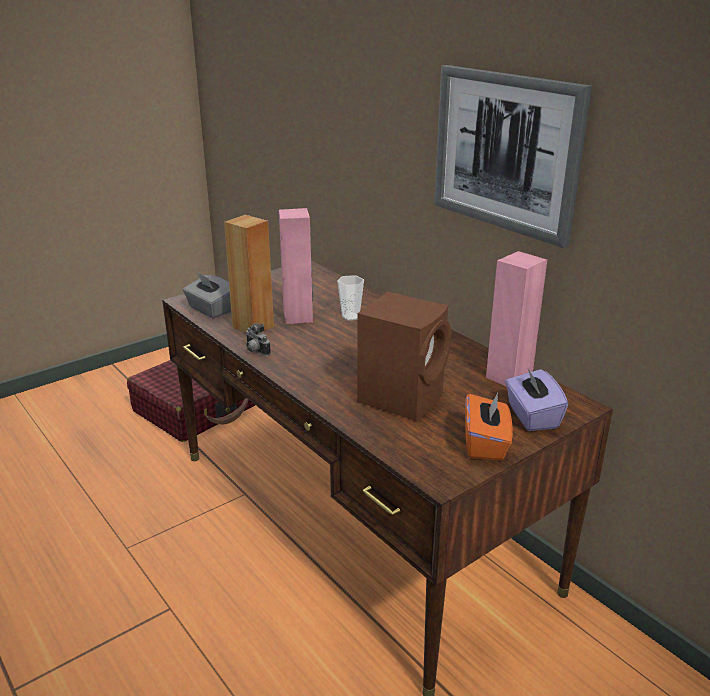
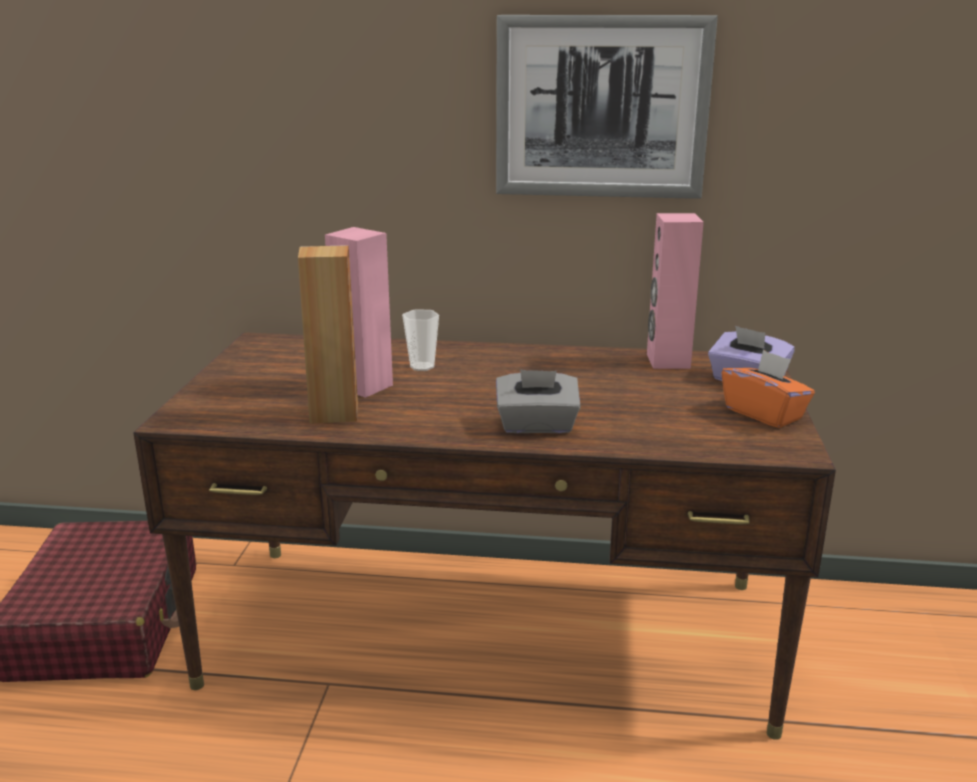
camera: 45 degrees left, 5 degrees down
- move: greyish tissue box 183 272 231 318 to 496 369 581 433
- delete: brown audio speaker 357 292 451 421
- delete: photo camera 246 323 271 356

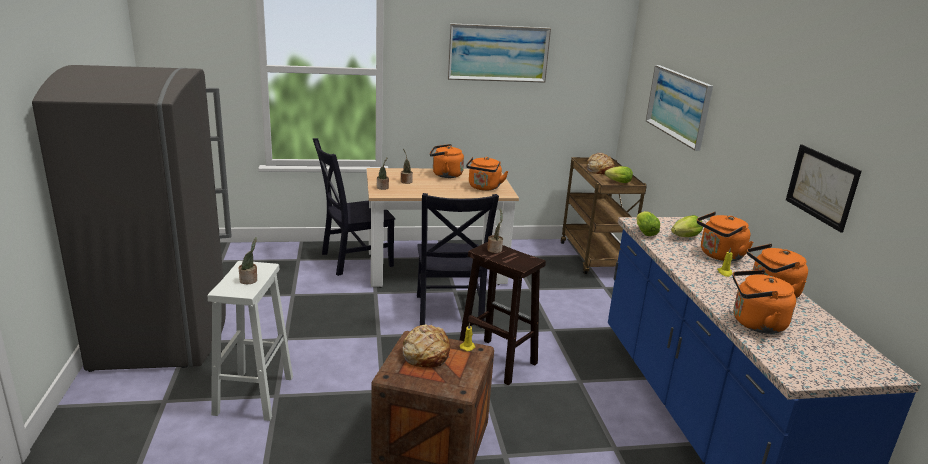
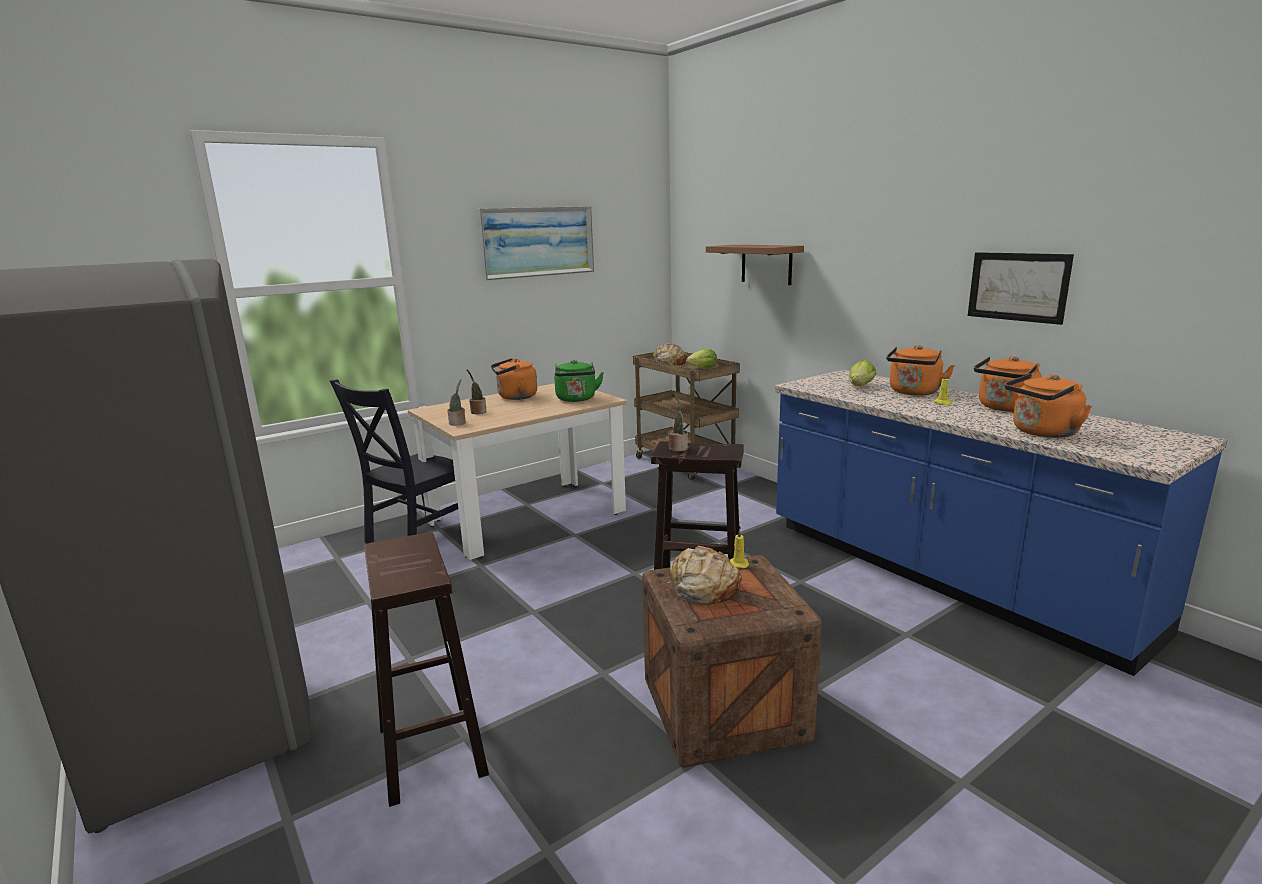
camera: 25 degrees left, 5 degrees down
- replace: picture 646 65 713 151 to shelf 706 245 804 285
- recolor: orange-coloured tea kettle 466 157 508 191 to green tea kettle 554 360 604 402
- delete: black chair 417 193 499 328
- delete: lettuce head 636 211 660 236
- delete: potted plant 238 237 257 284
- recolor: whitish sitting stool 208 261 293 421 to brown sitting stool 364 532 489 807

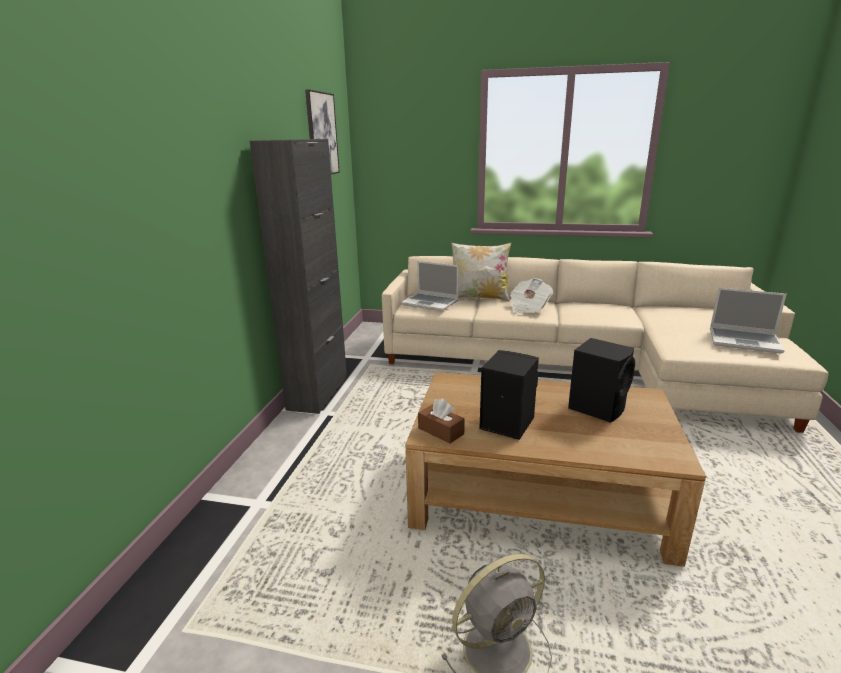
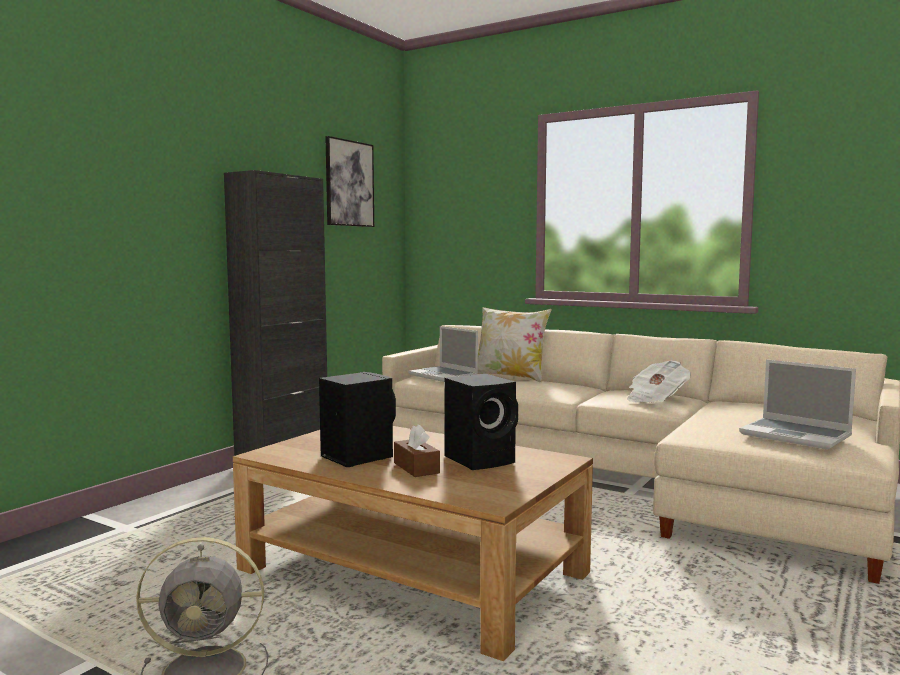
camera: 20 degrees right, 15 degrees down
- move: newspaper 510 278 553 314 to 627 361 691 402
- move: brown tissue box 418 398 465 444 to 394 424 440 477

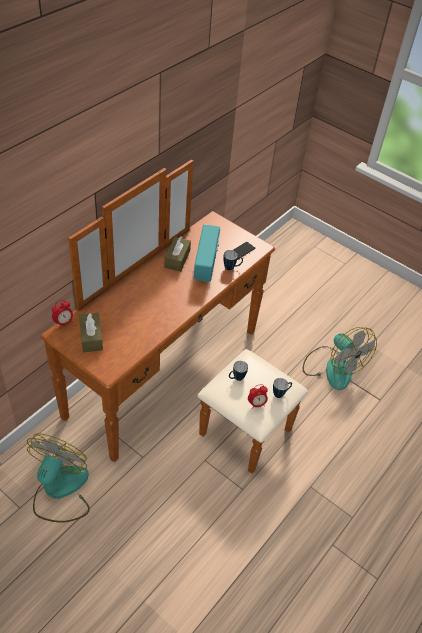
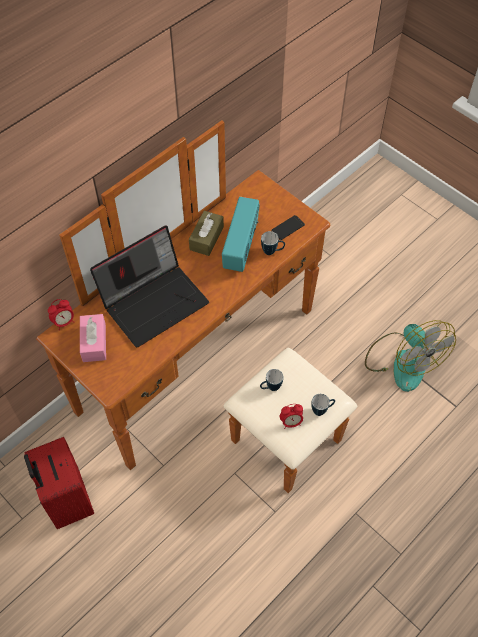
camera: 10 degrees right, 10 degrees up
- recolor: brown tissue box 79 313 103 352 to pink tissue box 80 314 106 362
- replace: fan 27 433 90 523 to red piece of luggage 24 437 94 529
- insert: laptop 90 226 209 347

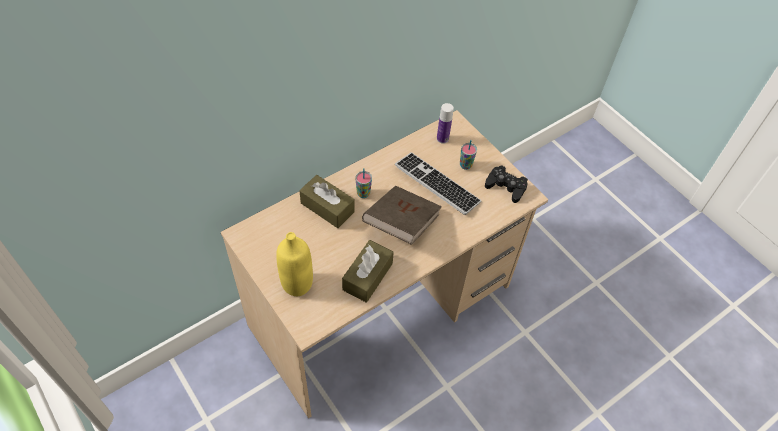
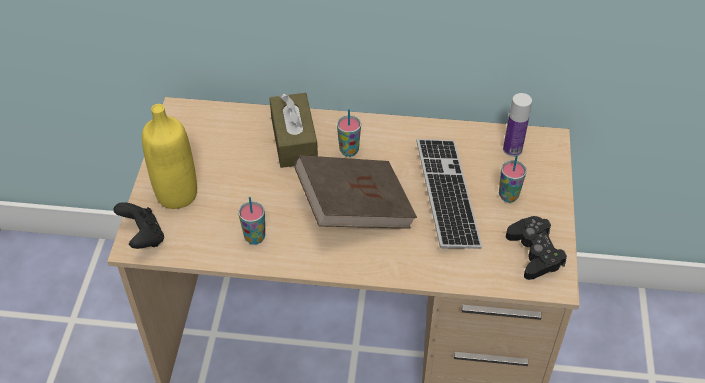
camera: 45 degrees right, 5 degrees down
- replace: brown tissue box 342 240 394 303 to cup 238 197 265 245
- insert: black game controller 114 202 164 249

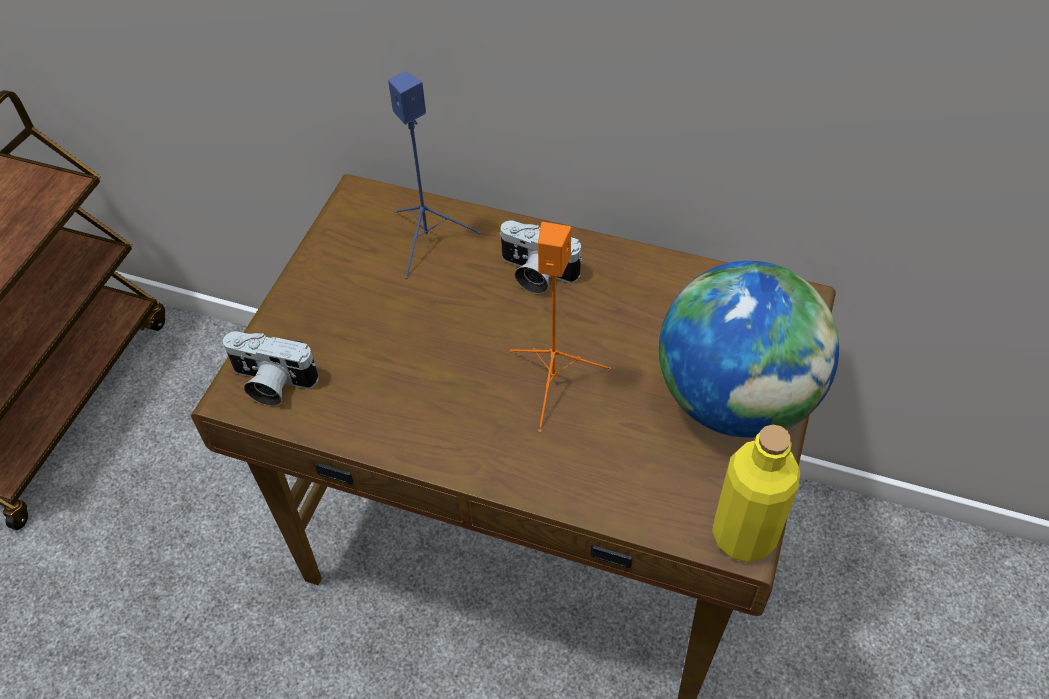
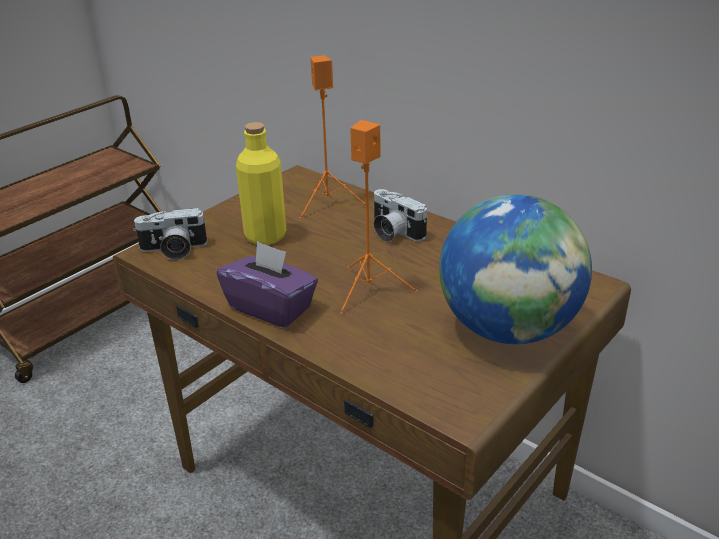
camera: 20 degrees right, 20 degrees down
- recolor: blue-coloured audio speaker 388 71 481 279 to orange-coloured audio speaker 300 55 366 219
- rotate: photo camera 223 331 319 406 = 133 208 208 260 45 degrees counterclockwise
- move: yellow bottle 712 425 800 562 to 236 122 286 245
- insert: purple tissue box 217 241 318 328

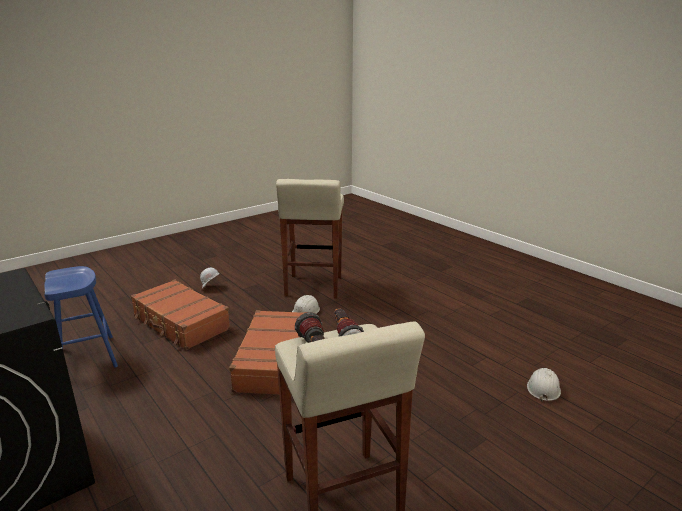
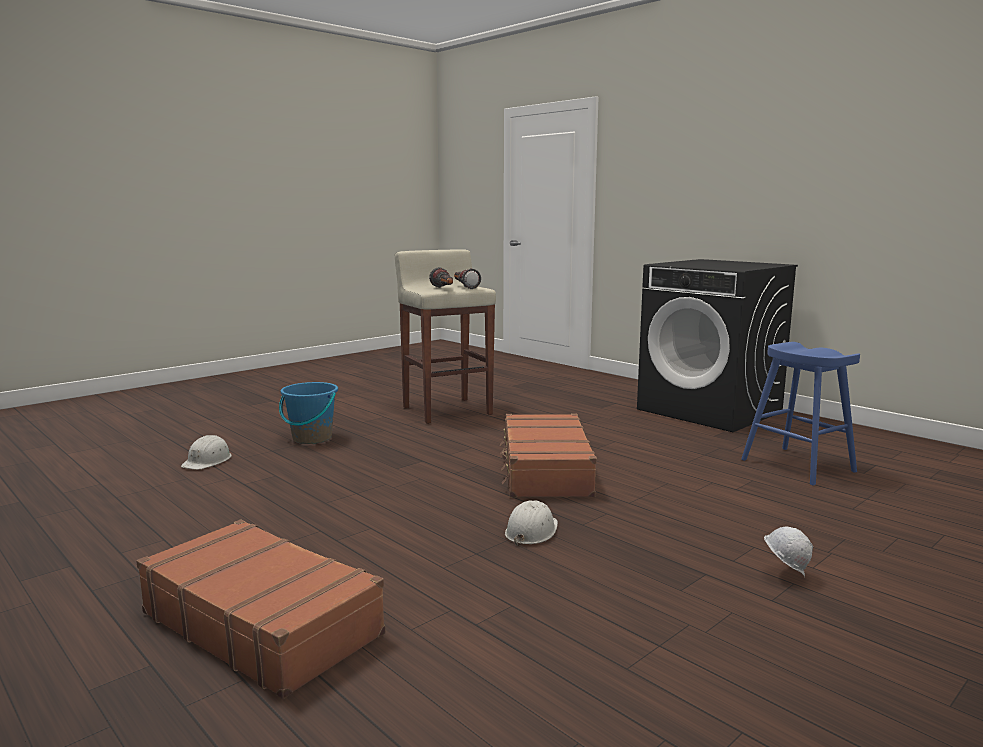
camera: 175 degrees right, 10 degrees down
- delete: beige-coloured sitting stool 276 179 344 298
- move: brown piece of luggage 131 279 230 350 to 136 520 385 699
- insert: blue-coloured bucket 279 382 338 444

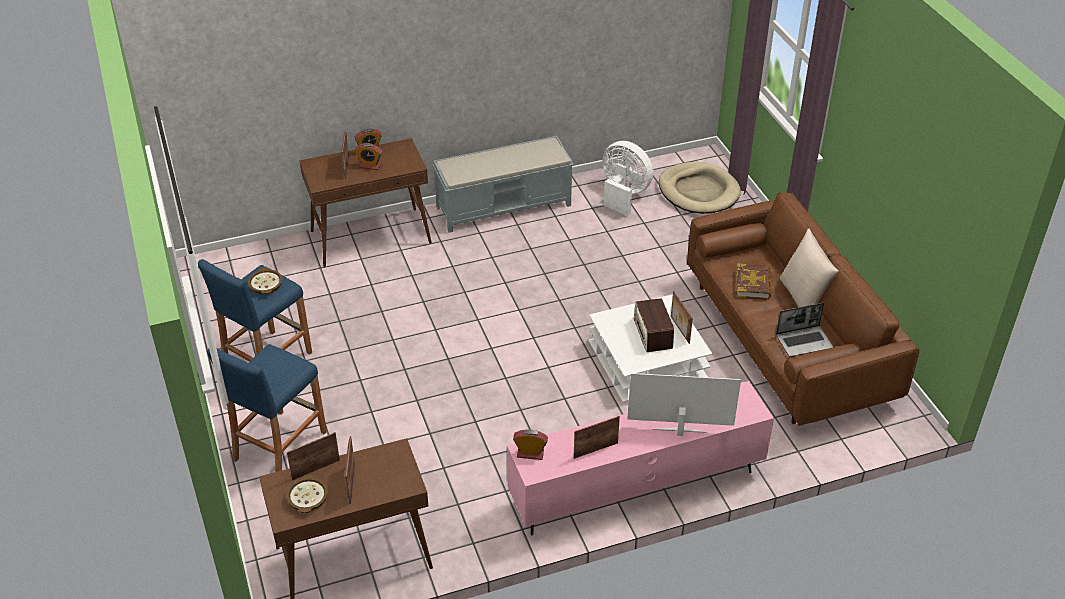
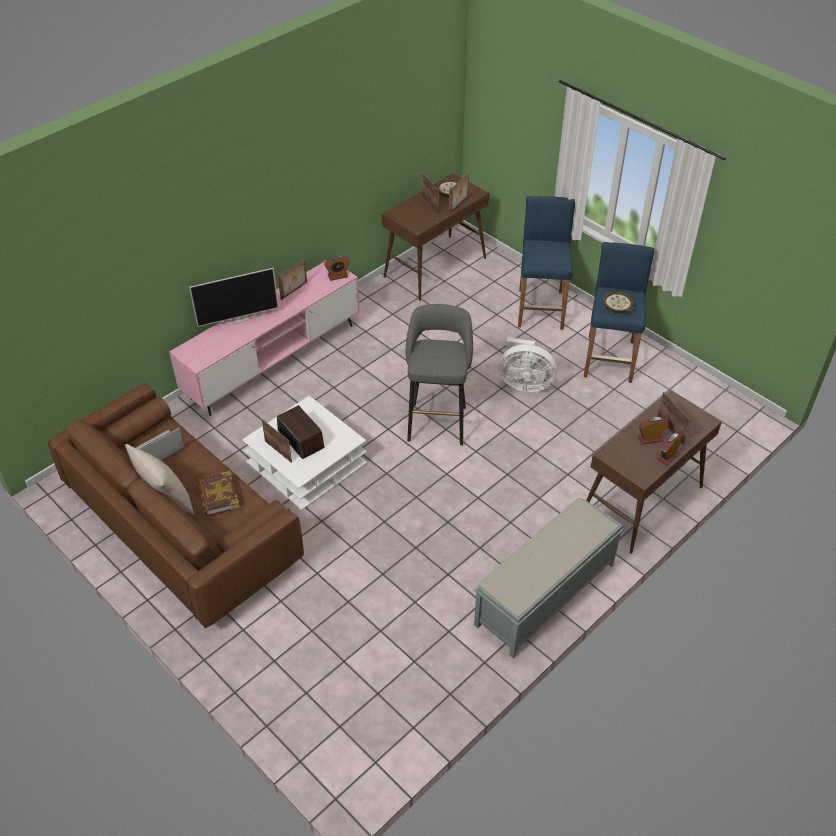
camera: 155 degrees right, 5 degrees up
- move: whitish fan 602 141 654 216 to 499 337 557 392
- delete: beige-coloured pet bed 659 162 741 214
- insert: greyish sitting stool 406 304 473 446

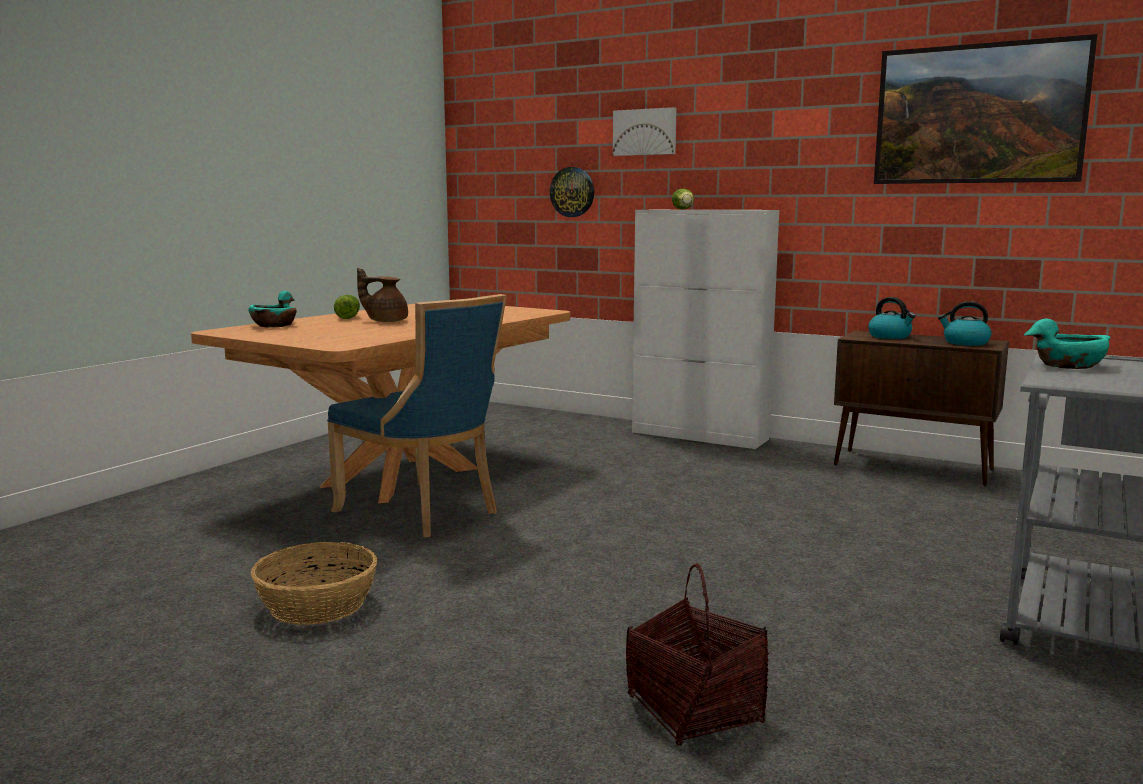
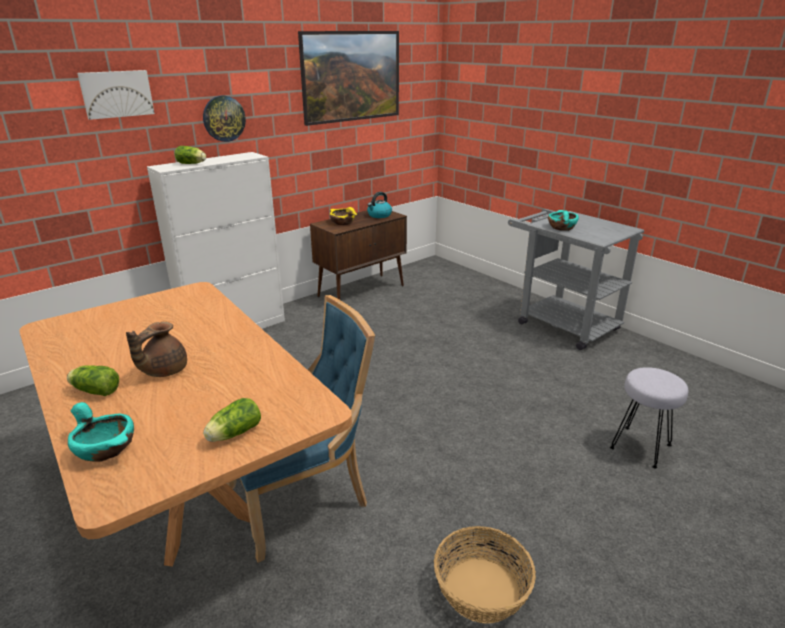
camera: 70 degrees left, 15 degrees up
- move: wall clock 550 167 594 217 to 203 95 246 142
- replace: tea kettle 868 297 916 339 to yellow deep dish 330 207 357 225
- replace: household basket 626 563 769 745 to greyish sitting stool 610 367 688 468
- insert: lettuce head 203 398 261 442

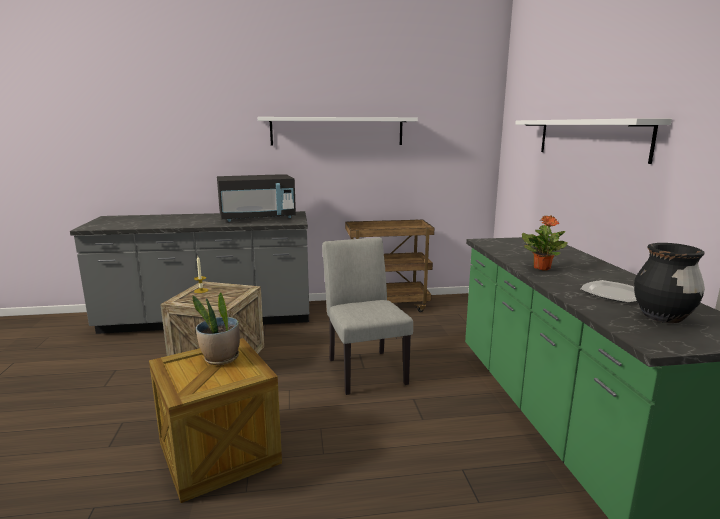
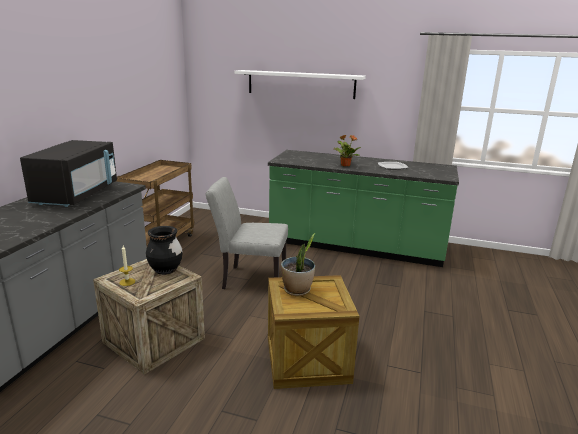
camera: 65 degrees left, 5 degrees up
- delete: whitish shelf 258 117 418 145
- move: black vase 634 243 705 323 to 146 226 183 275

